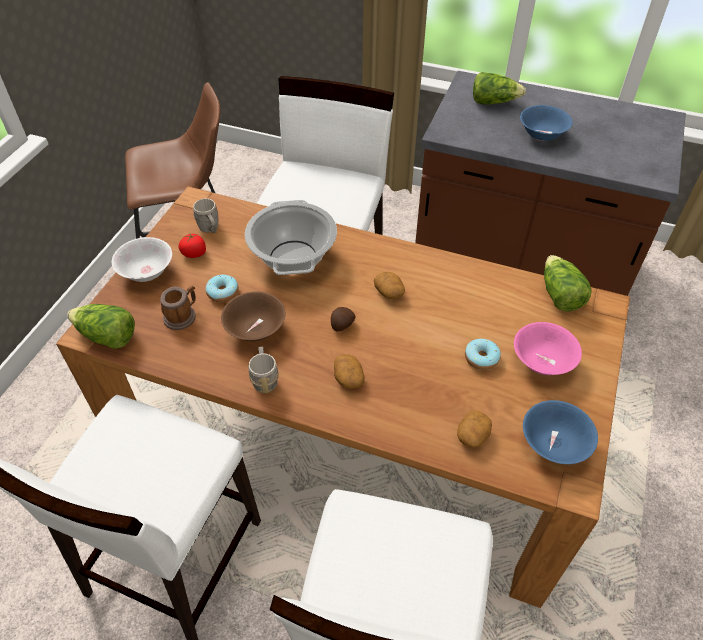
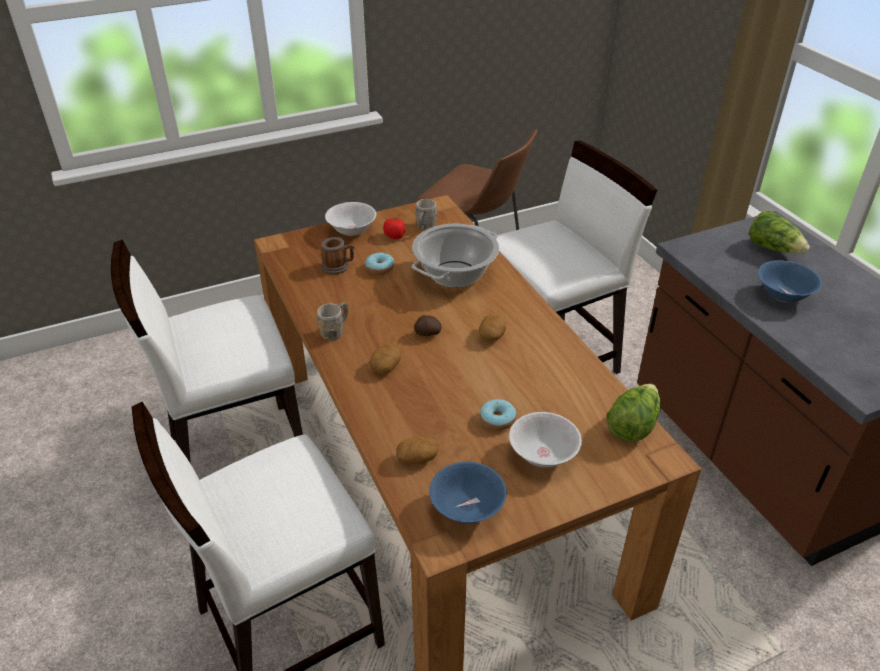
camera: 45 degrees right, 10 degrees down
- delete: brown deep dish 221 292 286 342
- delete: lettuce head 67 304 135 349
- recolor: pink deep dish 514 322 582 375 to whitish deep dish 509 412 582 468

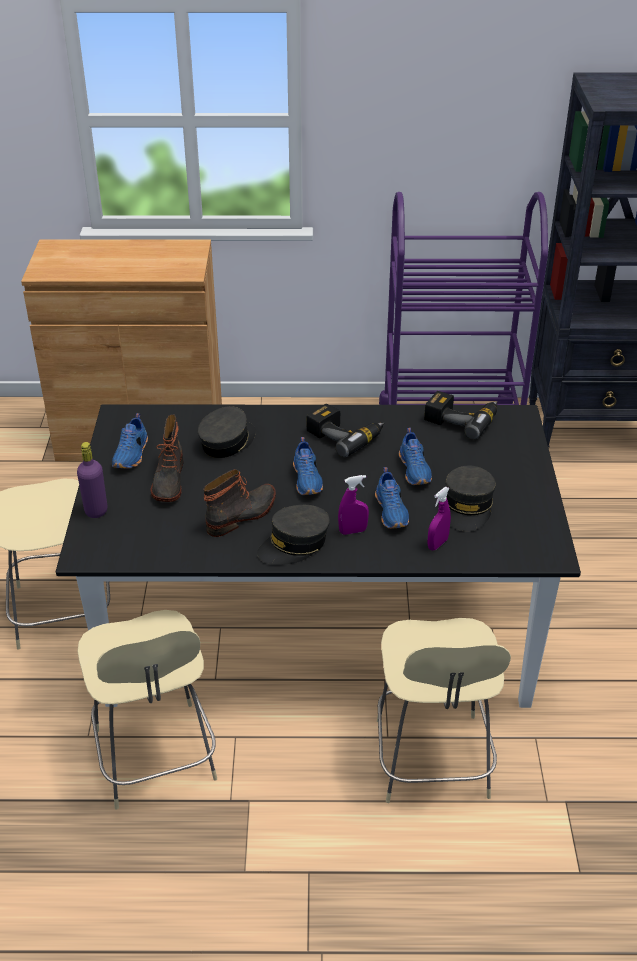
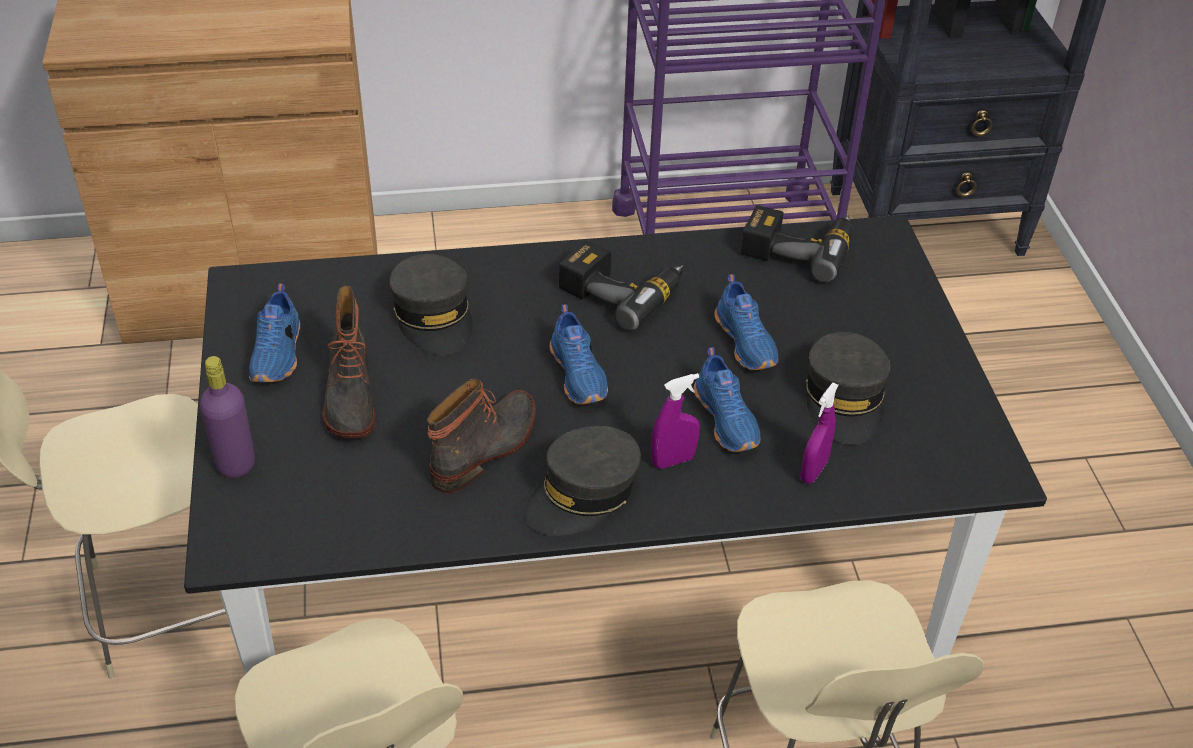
camera: 10 degrees left, 5 degrees up
- rotate: greyish cap 198 406 256 458 = 389 254 473 355 135 degrees clockwise

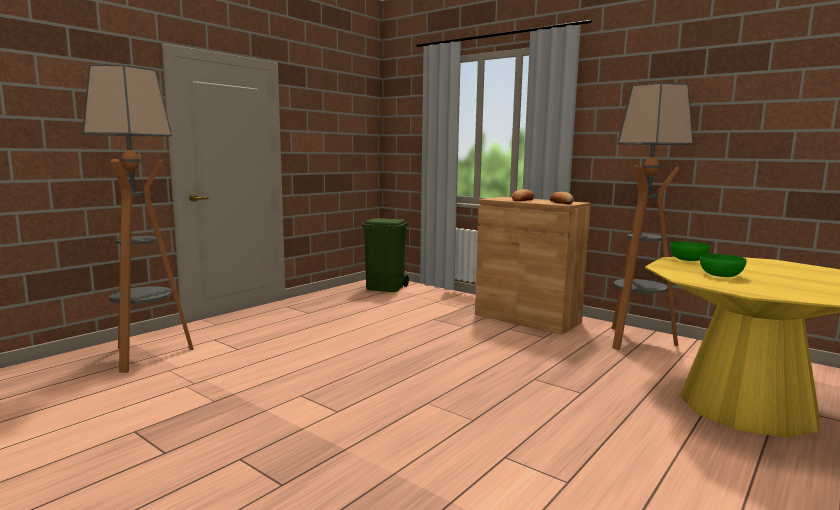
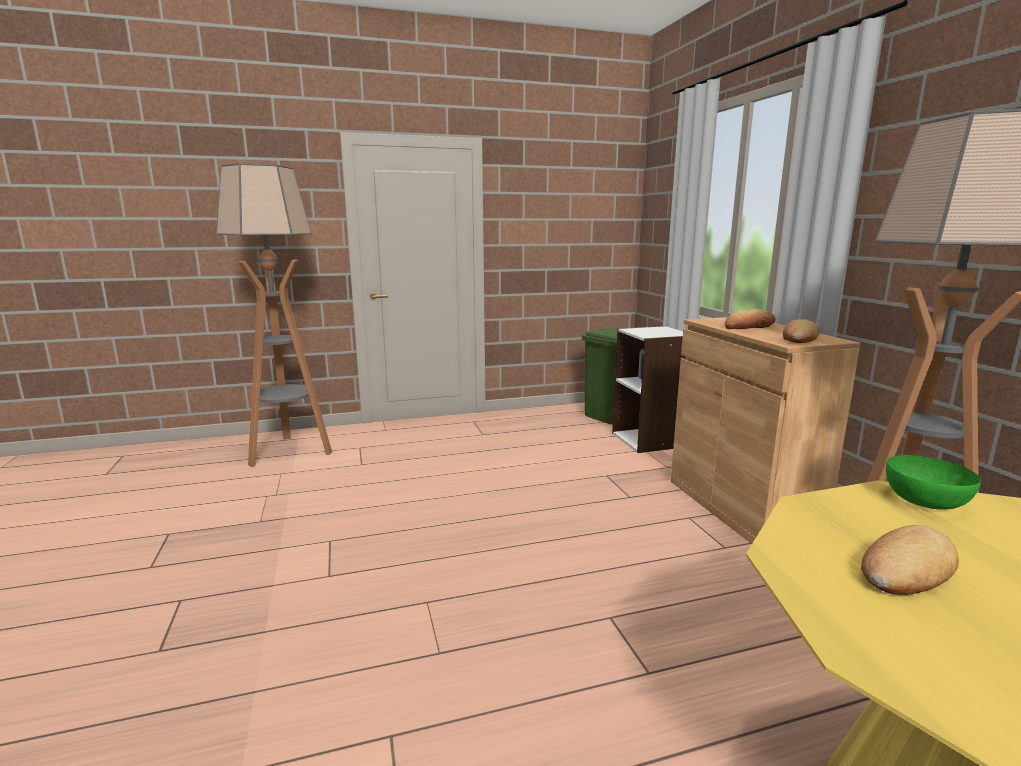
camera: 35 degrees right, 5 degrees up
- replace: green deep dish 700 254 747 277 to bread 861 525 959 595
- insert: whitish bookshelf 612 326 685 453

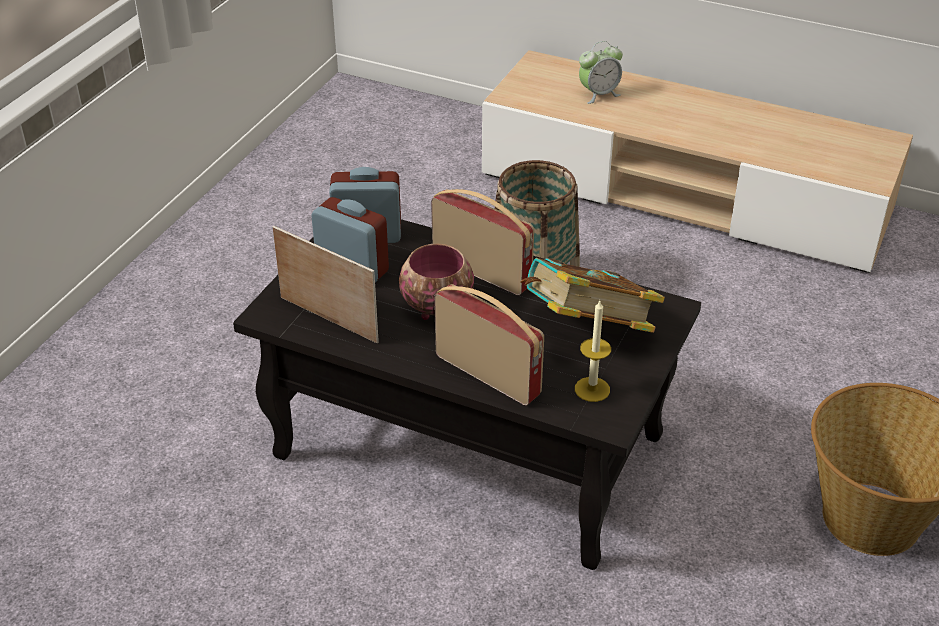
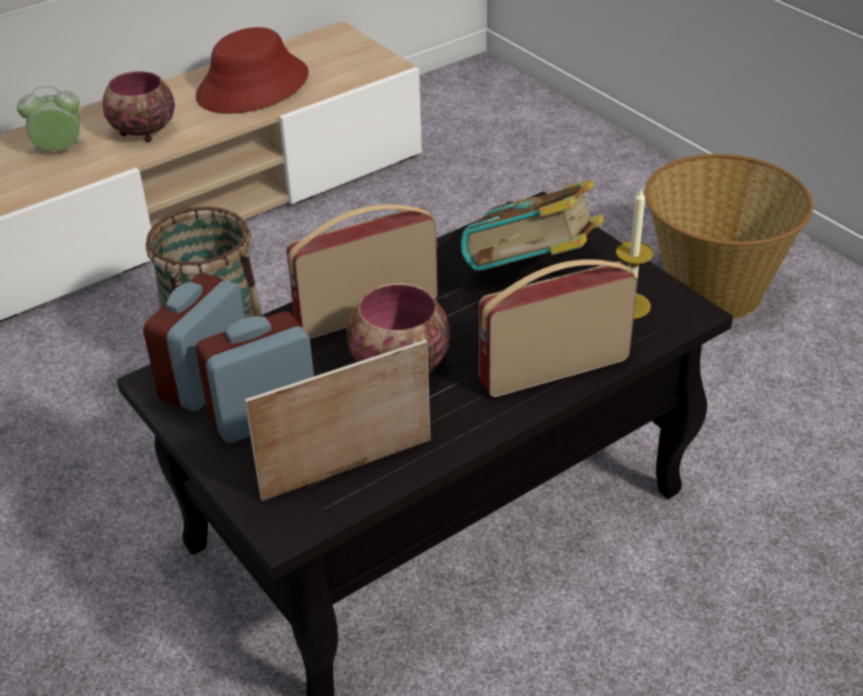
camera: 60 degrees left, 0 degrees up
- rotate: table clock 579 41 623 104 = 17 86 85 151 105 degrees counterclockwise
- insert: red clothing hat 196 27 309 114
- insert: deep dish 102 71 175 142

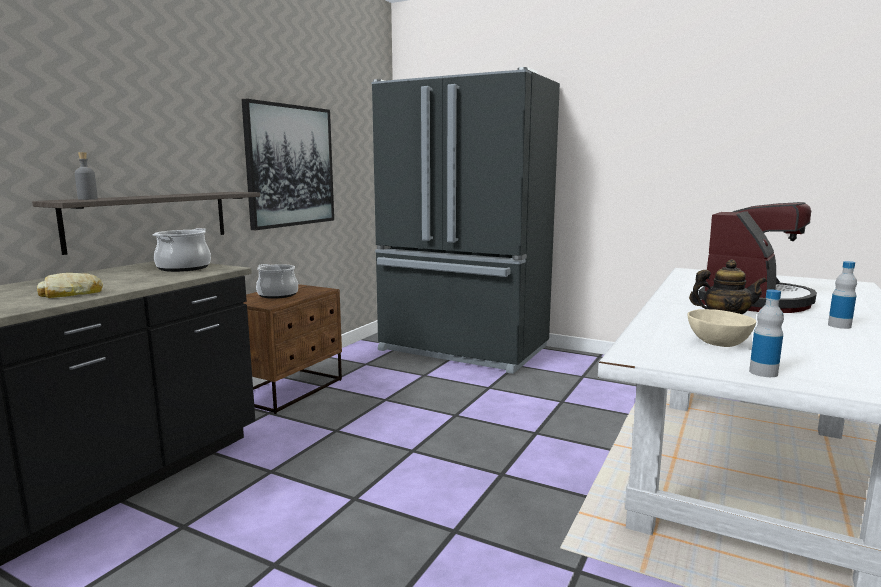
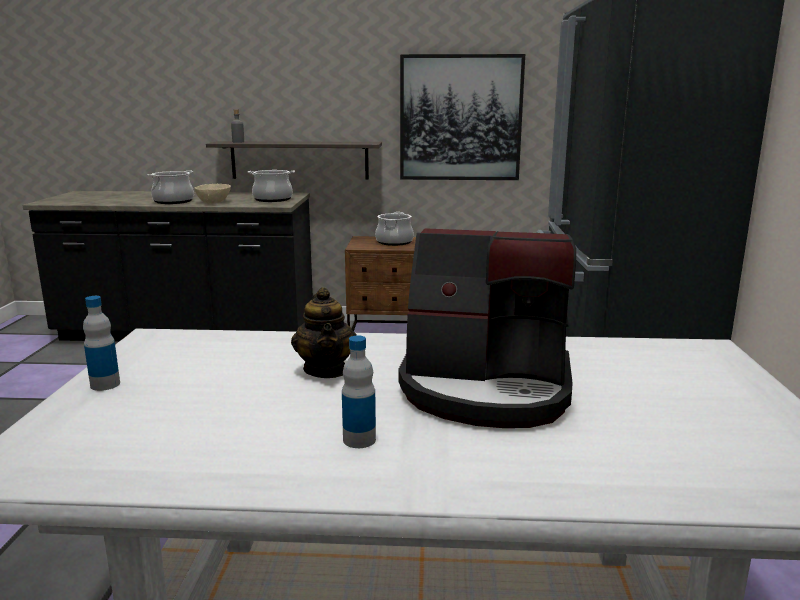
camera: 65 degrees right, 5 degrees up
- replace: bread 37 273 103 298 to stockpot 147 170 194 204
- move: beige-coloured deep dish 687 309 756 347 to 194 184 231 204

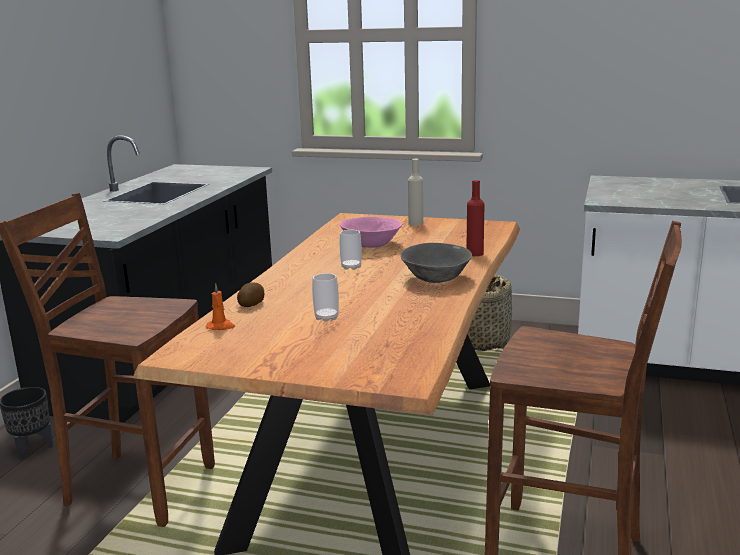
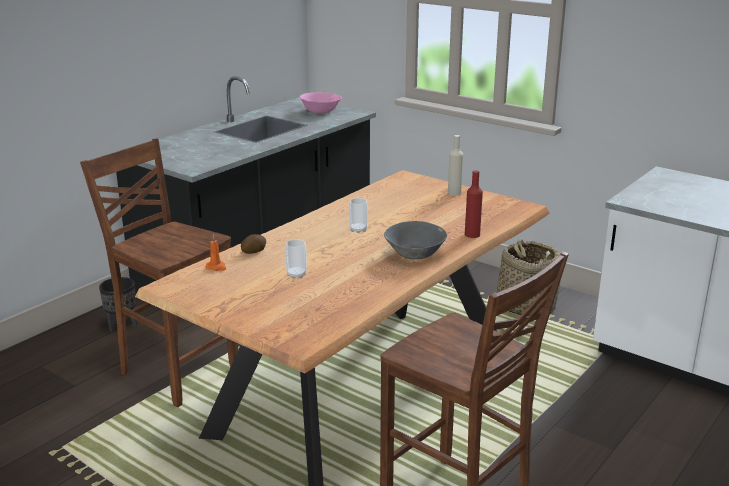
camera: 20 degrees right, 5 degrees up
- move: pink deep dish 339 217 402 248 to 300 92 342 113

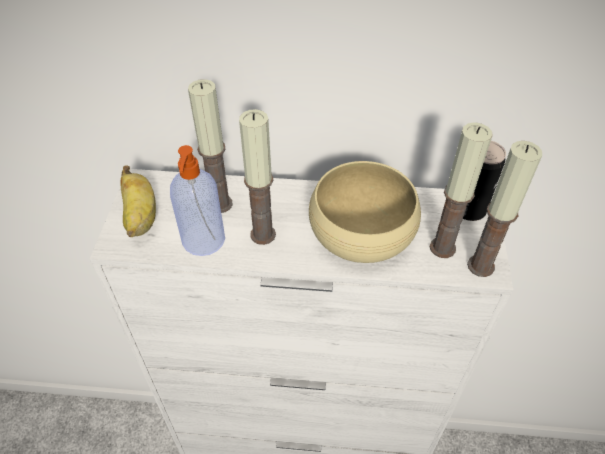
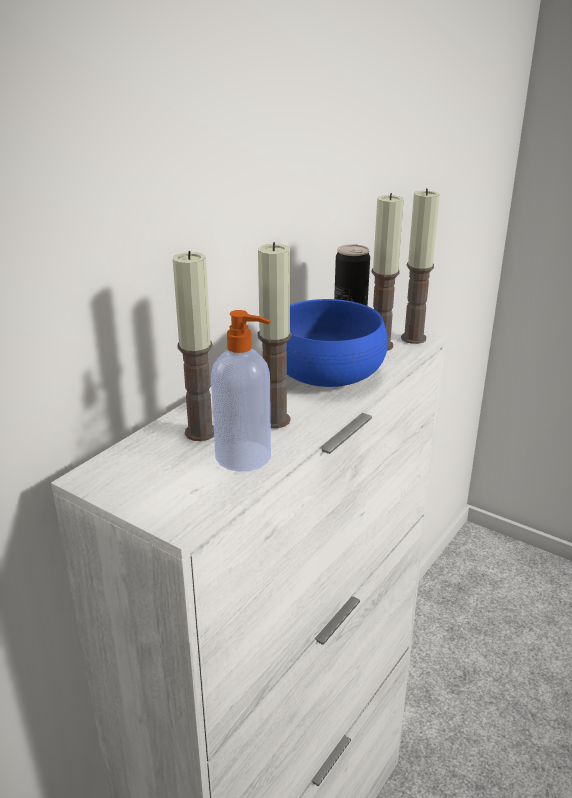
camera: 60 degrees left, 20 degrees down
- recolor: beige-coloured deep dish 309 161 421 263 to blue-coloured deep dish 286 299 388 387
- delete: banana 120 165 156 237

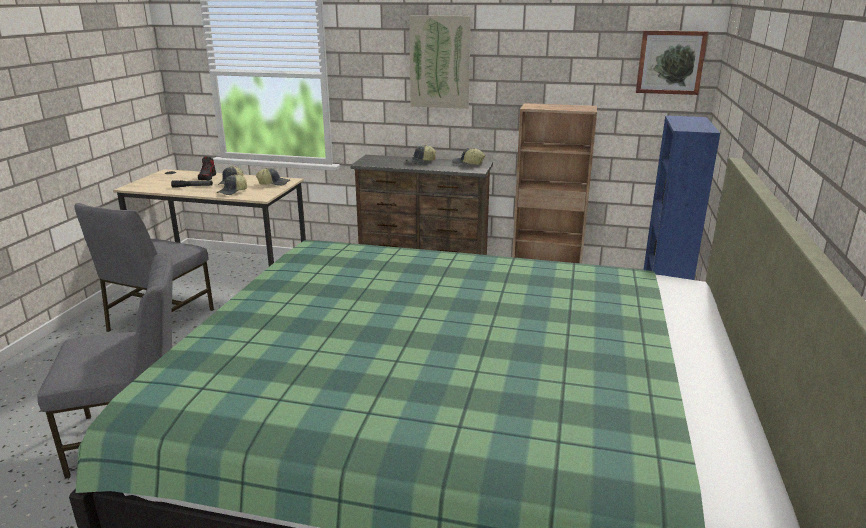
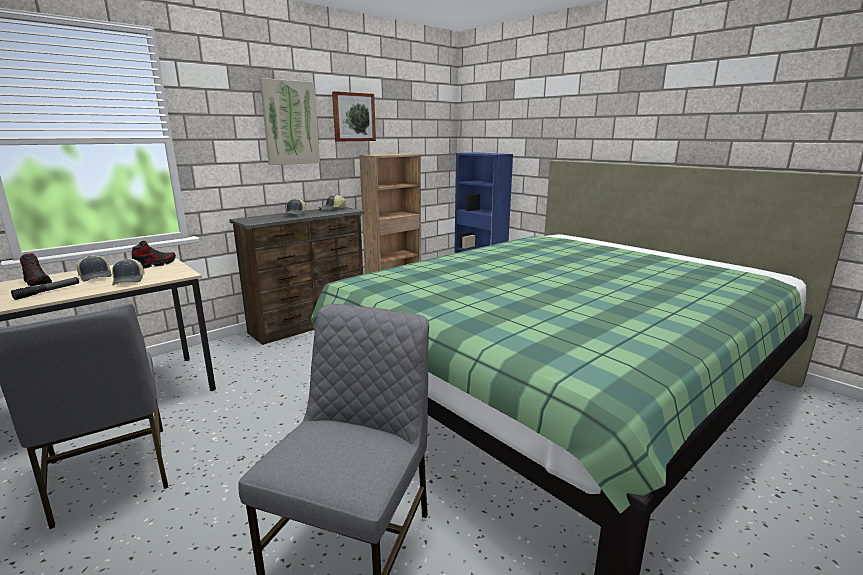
camera: 55 degrees left, 5 degrees down
- move: picture 636 30 708 95 to 332 91 376 142
- replace: cap 256 168 289 186 to item of footwear 132 241 176 268

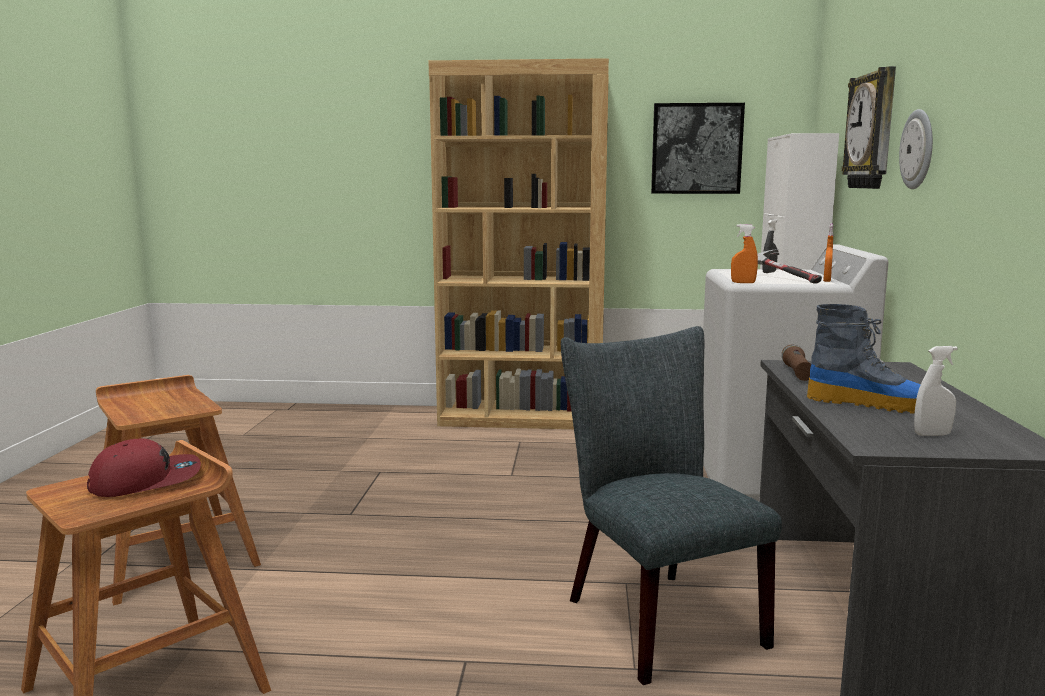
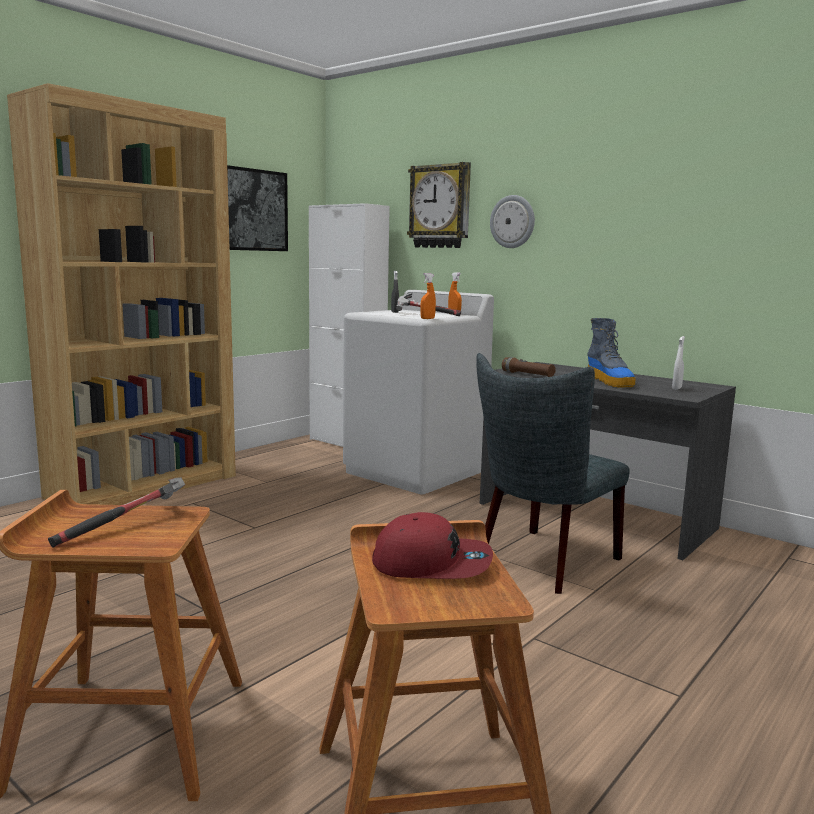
camera: 55 degrees left, 0 degrees up
- rotate: tall boot 807 304 921 414 = 587 318 636 388 105 degrees clockwise
- rotate: greyish chair 561 326 782 685 = 476 353 630 594 60 degrees counterclockwise
- rotate: red cap 87 439 201 497 = 372 512 493 579 90 degrees clockwise
- insert: tool hammer 48 477 185 548

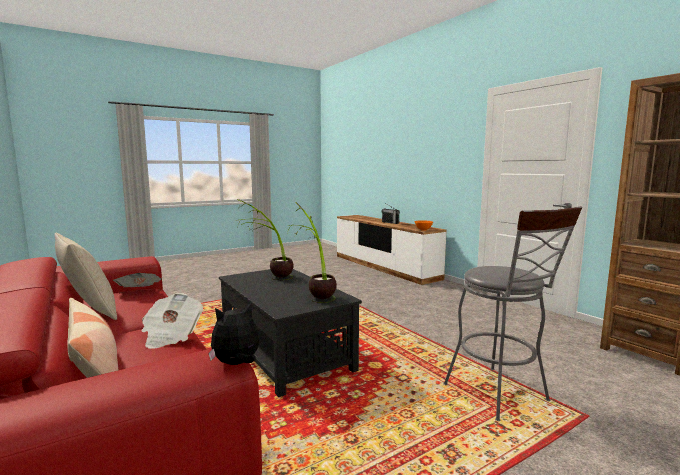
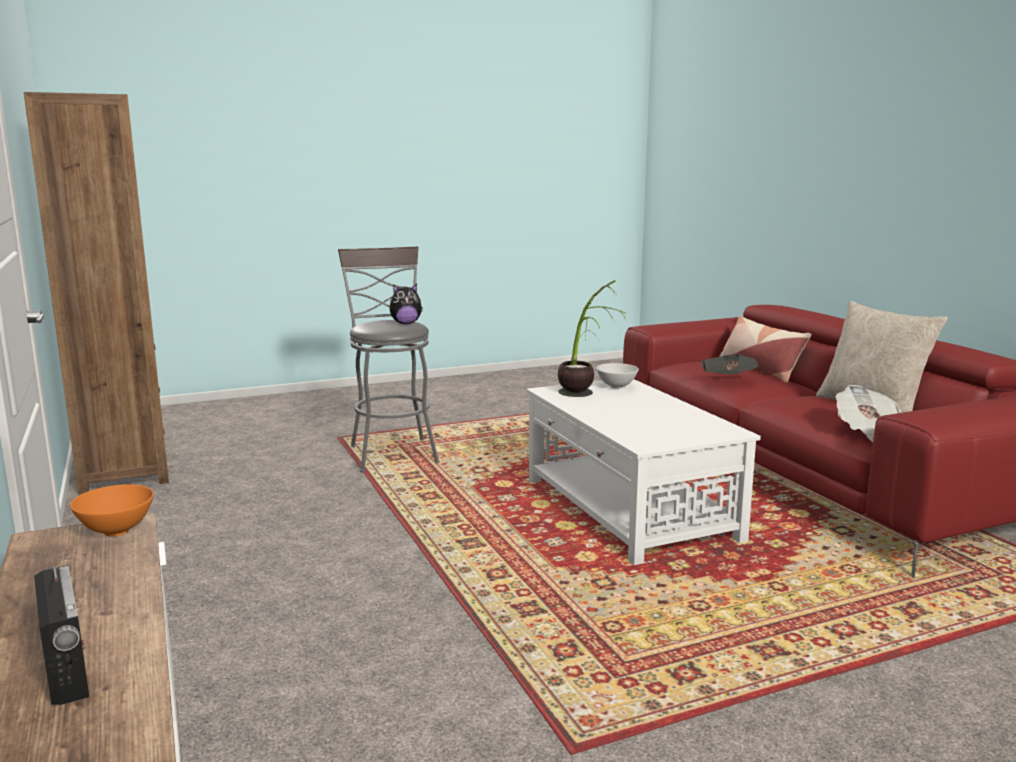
camera: 170 degrees left, 5 degrees up
- delete: potted plant 237 199 294 280
- recolor: black lounge table 219 269 362 397 to whitish lounge table 526 379 761 565
- move: plush toy 208 304 259 365 to 390 284 423 324
- insert: whitish deep dish 596 363 639 389

